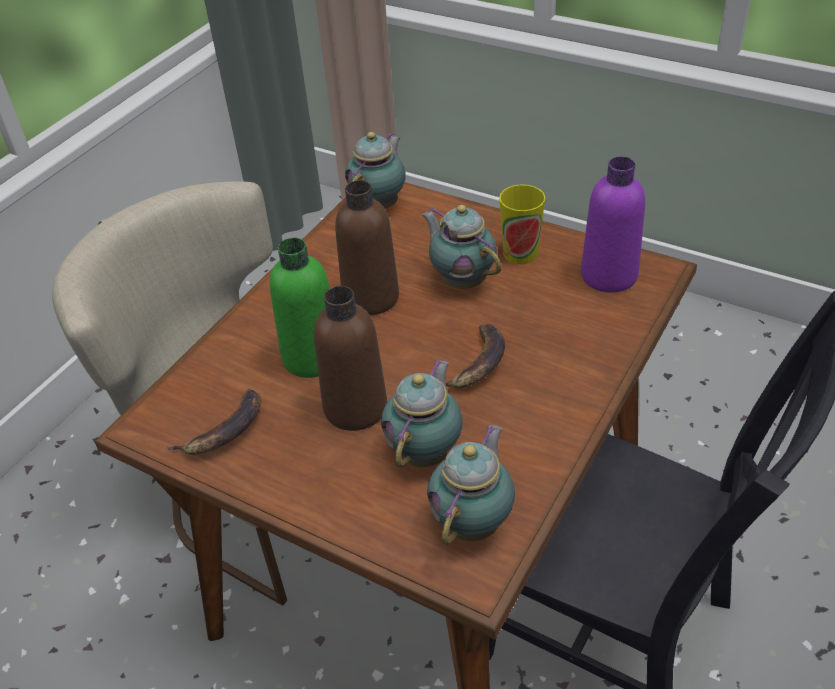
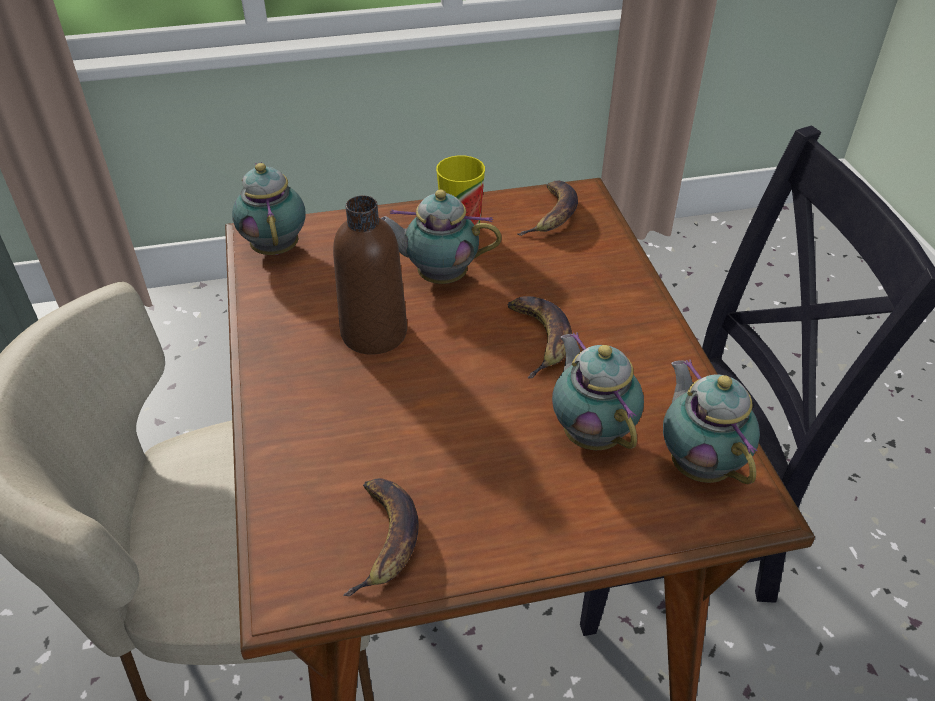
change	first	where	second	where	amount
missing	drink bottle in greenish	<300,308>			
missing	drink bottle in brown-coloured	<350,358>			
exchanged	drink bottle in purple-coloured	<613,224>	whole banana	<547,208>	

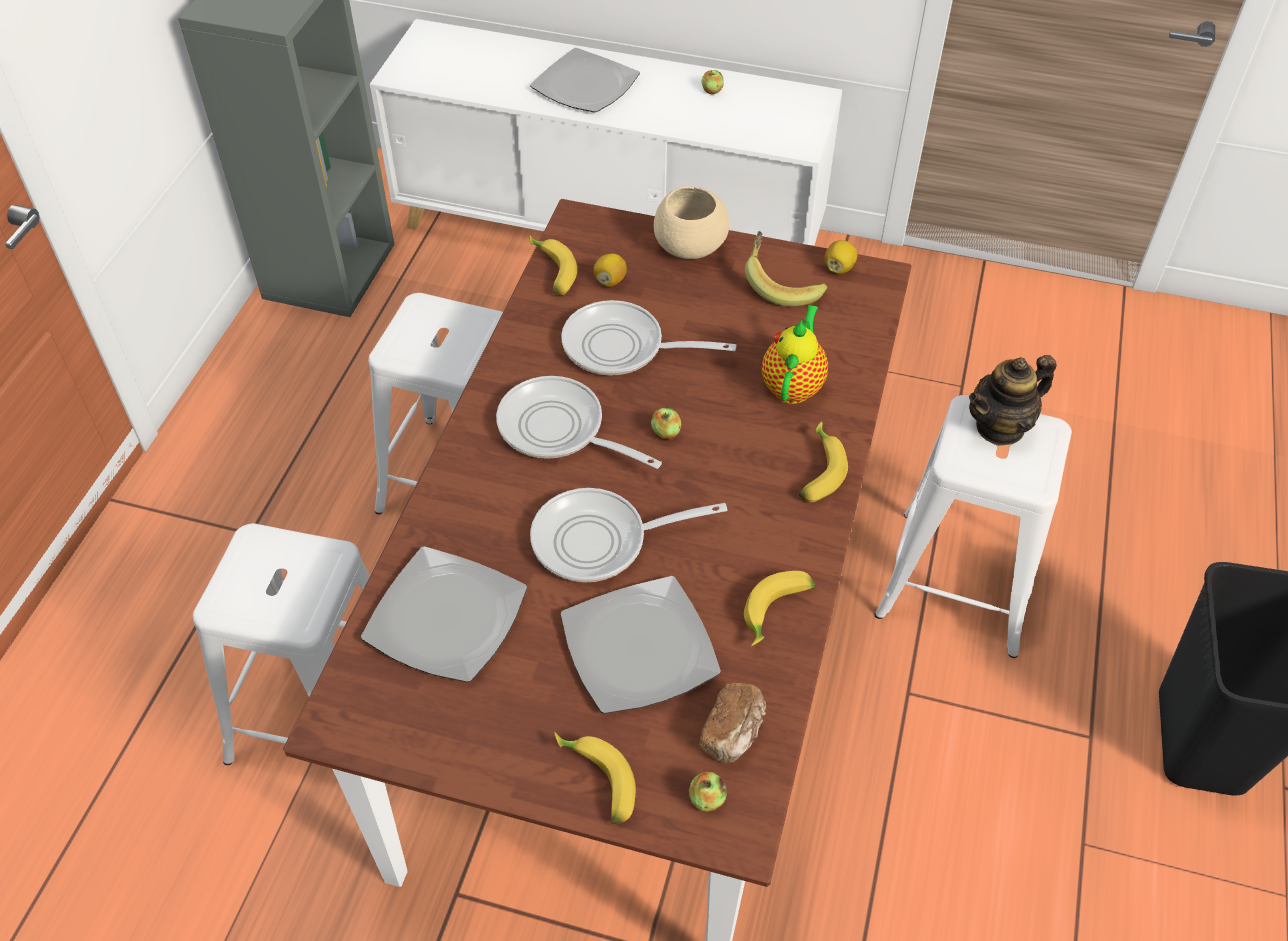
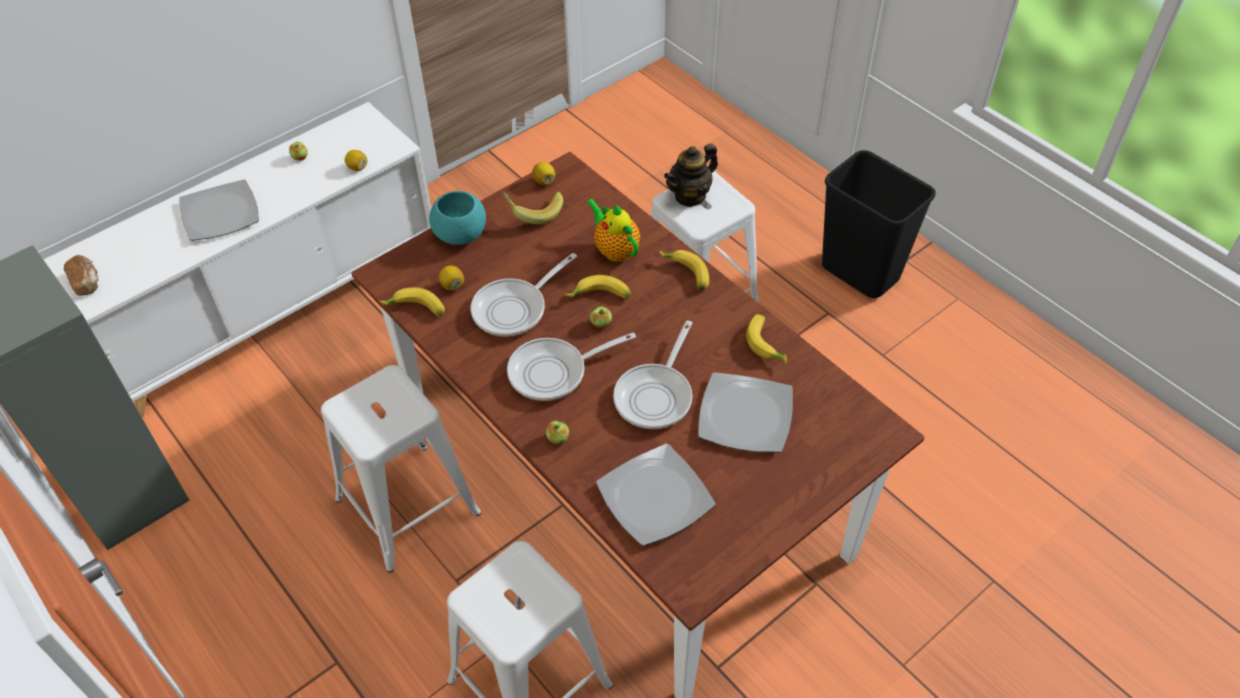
change	first	where	second	where	amount
appeared			whole lemon	<356,160>	
relocated	whole banana	<595,778>		<597,287>	
relocated	apple fruit	<708,792>		<557,432>	
relocated	bread	<732,723>		<80,275>	
colour	deep dish in beige	<691,222>	deep dish in turquoise	<457,218>	
spun	tea pot	<1013,400>		<691,175>	45 degrees clockwise

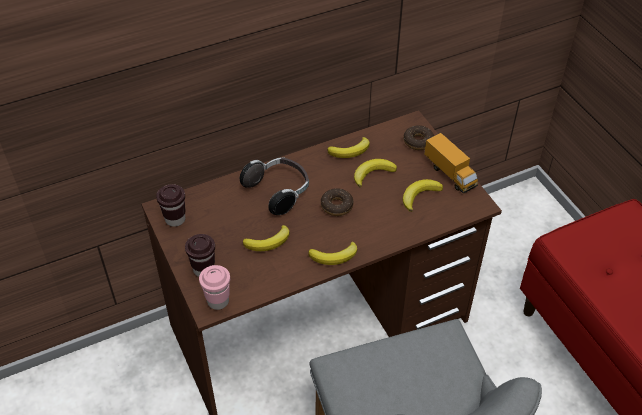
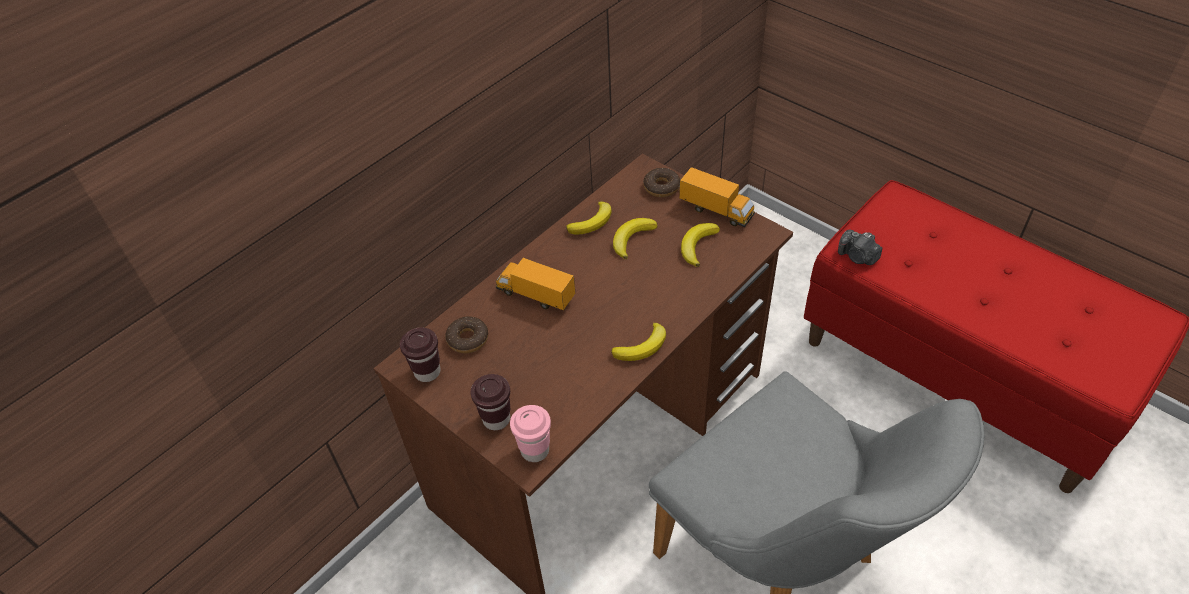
change	first	where	second	where	amount
missing	whole banana	<266,238>			
appeared			photo camera	<860,247>	
relocated	ring doughnut	<337,202>		<466,334>	
exchanged	headphones	<274,186>	toy lorry	<535,284>	

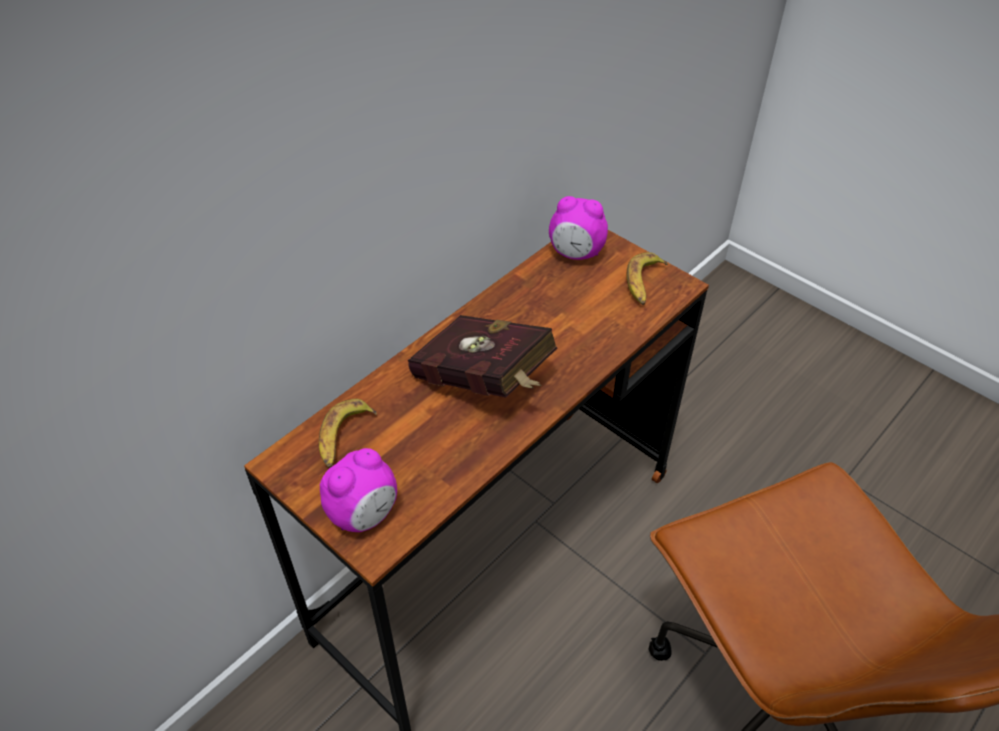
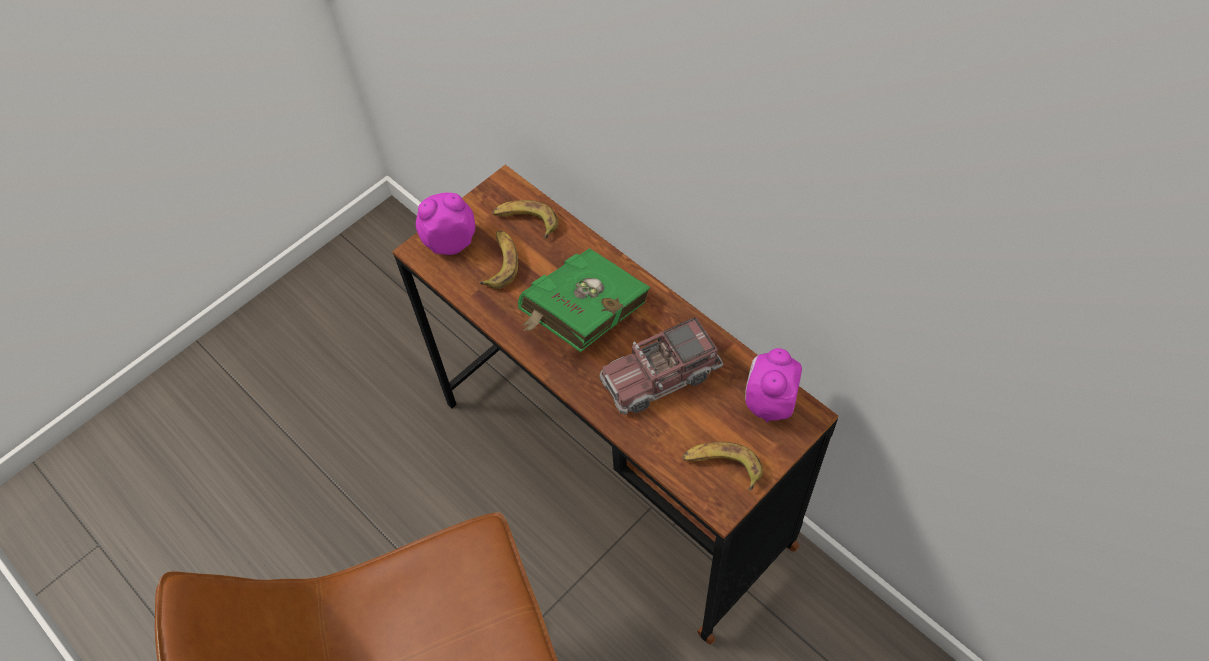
change	first	where	second	where	amount
appeared			whole banana	<498,260>	
appeared			toy lorry	<661,366>	
colour	volume in reddish	<482,356>	volume in greenish	<584,300>	
spun	bedside clock	<358,490>		<445,223>	120 degrees clockwise

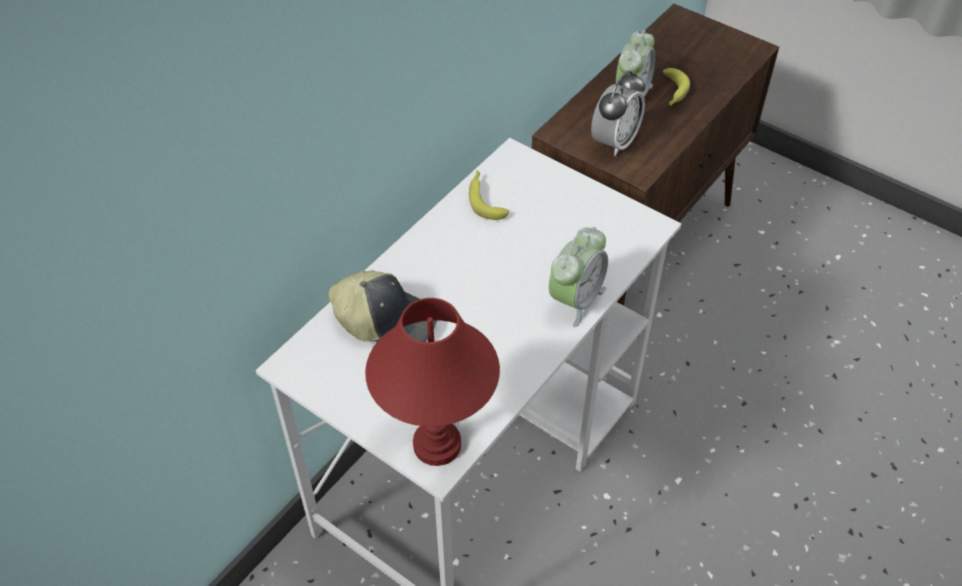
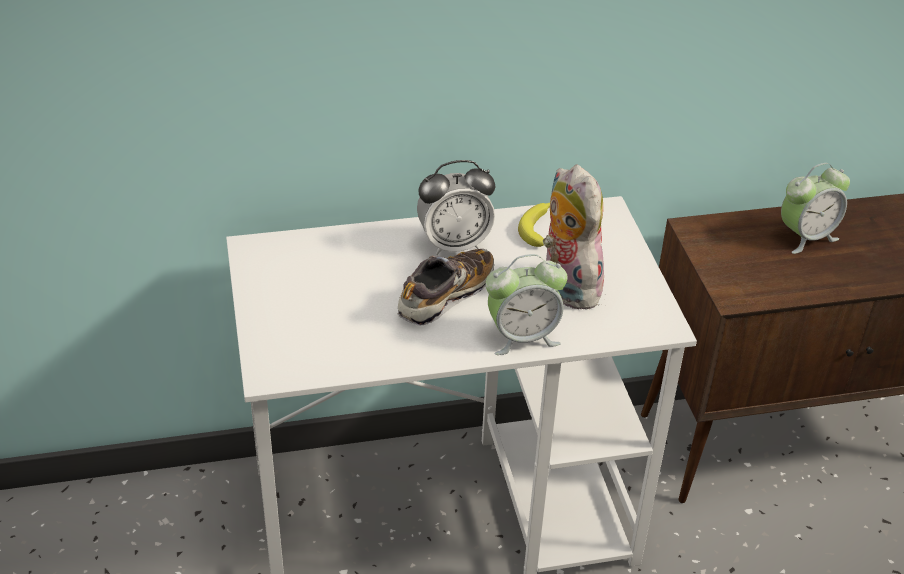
change	first	where	second	where	amount
missing	peaked cap	<382,306>			
missing	lamp for a table in reddish	<432,382>			
missing	whole banana	<676,87>			
appeared			item of footwear	<445,287>	
appeared			cuddly toy	<574,236>	
relocated	bedside clock	<618,113>		<456,207>	

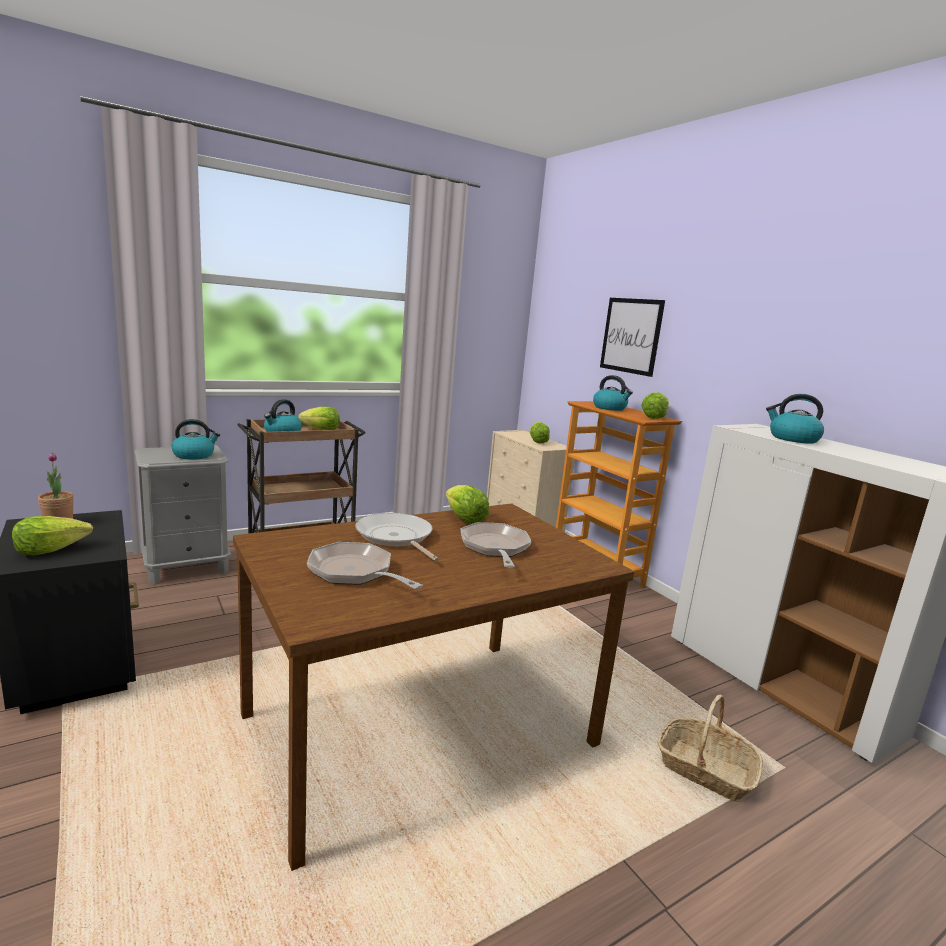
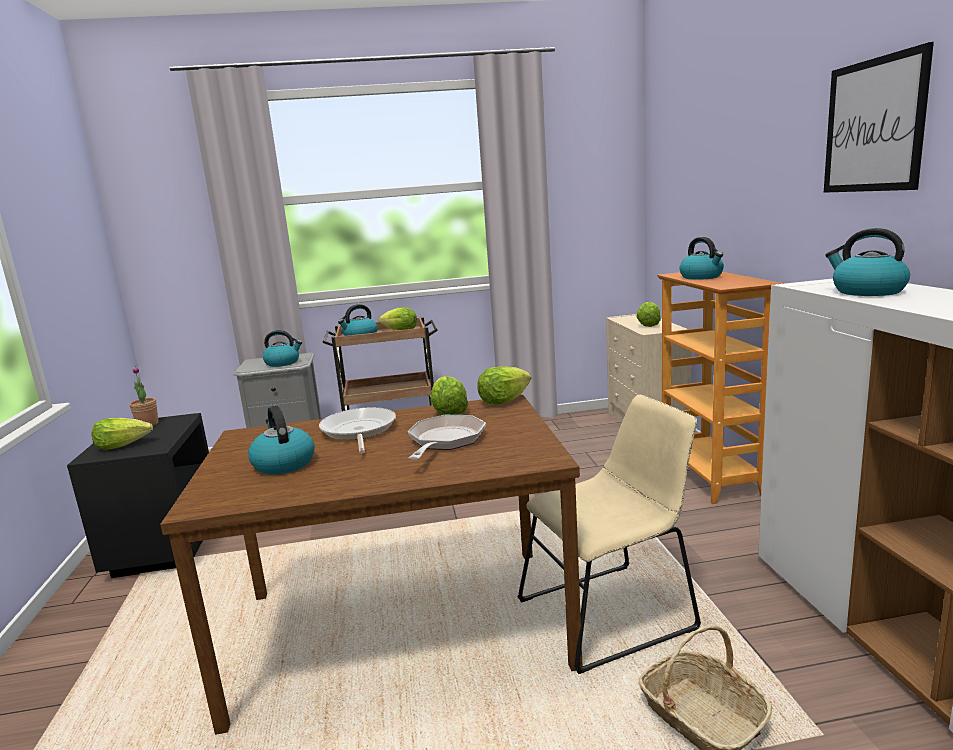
change	first	where	second	where	amount
appeared			upright chair in beige	<609,534>	
relocated	wall art	<632,337>		<879,117>	
relocated	head of lettuce	<655,406>		<504,385>	
exchanged	skillet	<365,565>	tea kettle	<281,440>	

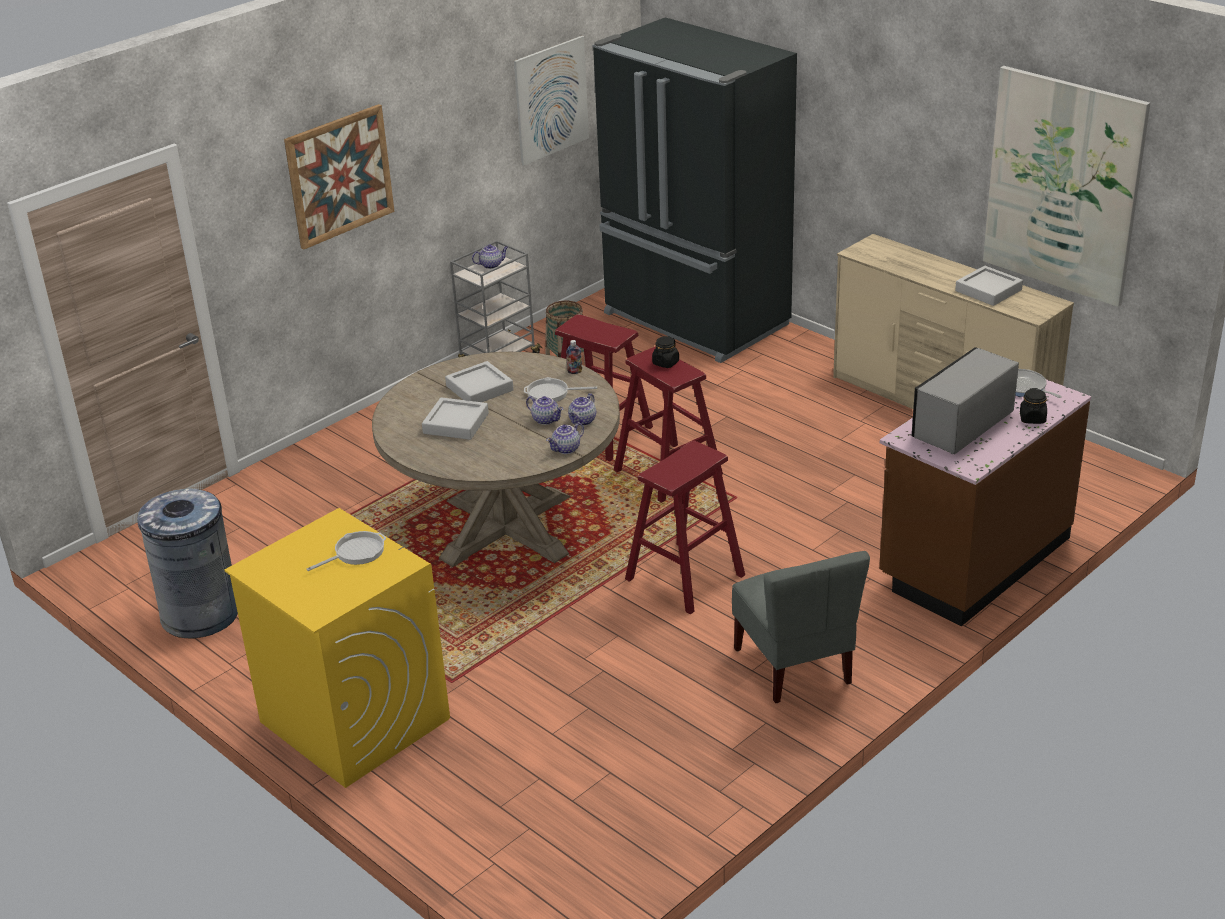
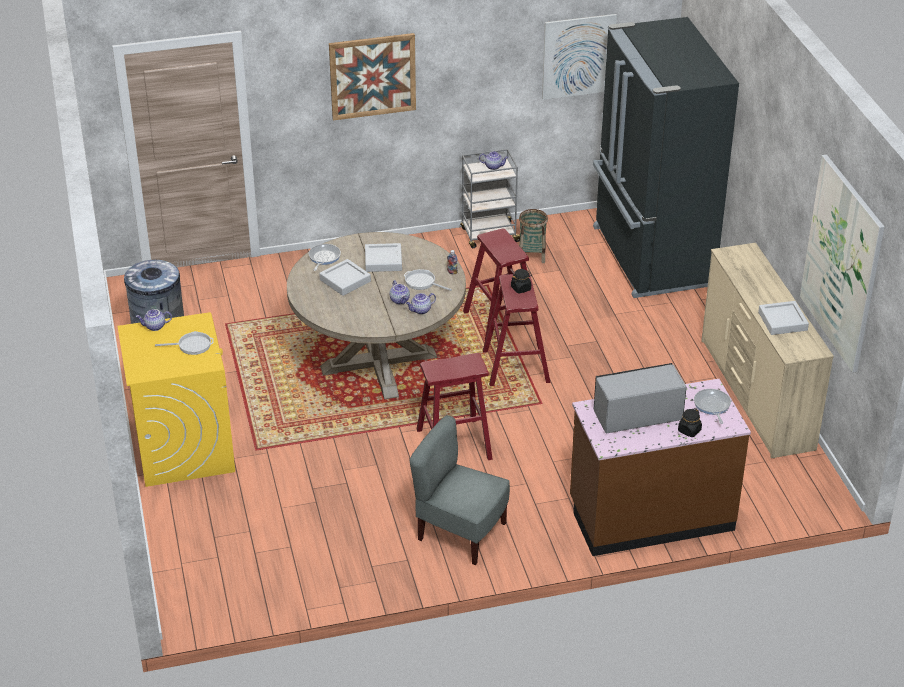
change	first	where	second	where	amount
appeared			skillet	<325,257>	
relocated	tea pot	<565,438>		<154,320>	
spun	upright chair in grey	<801,627>		<459,490>	105 degrees clockwise

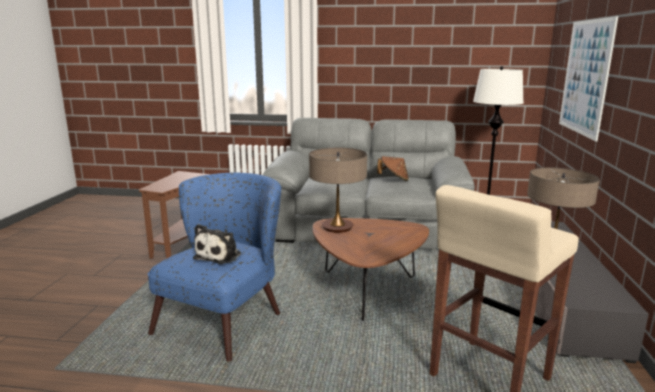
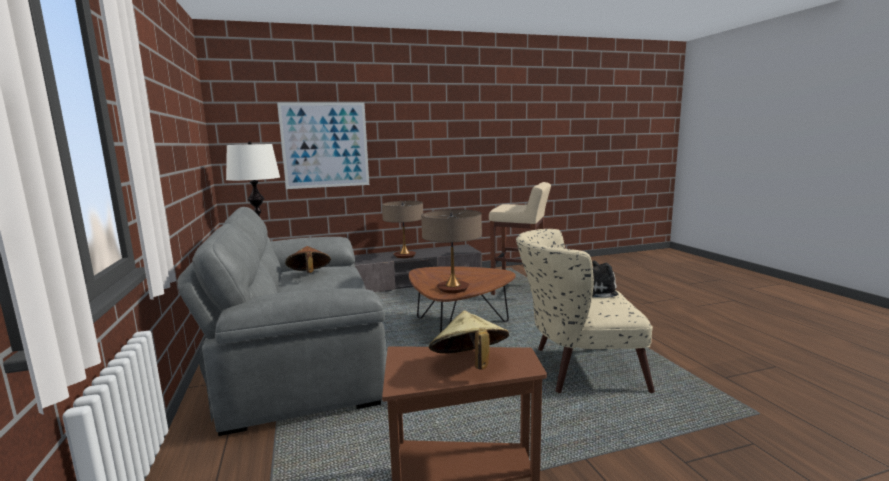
change	first	where	second	where	amount
appeared			wearable hat in beige	<469,340>	
colour	easy chair in blue	<214,267>	easy chair in beige	<585,311>	

